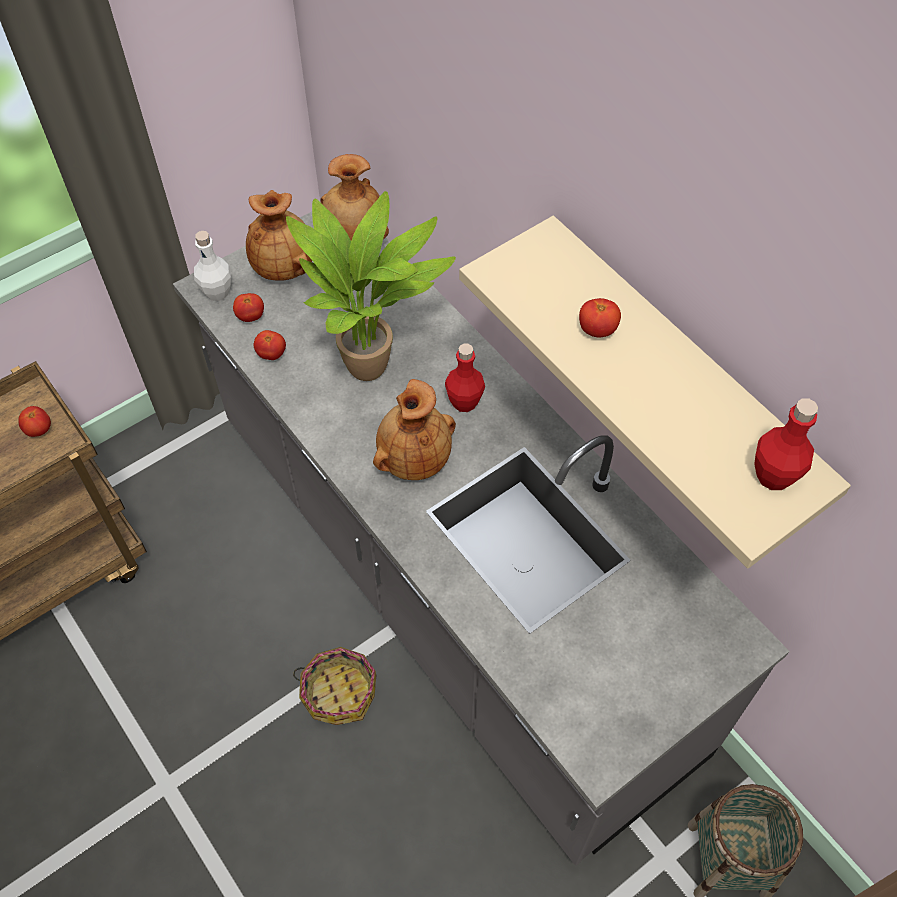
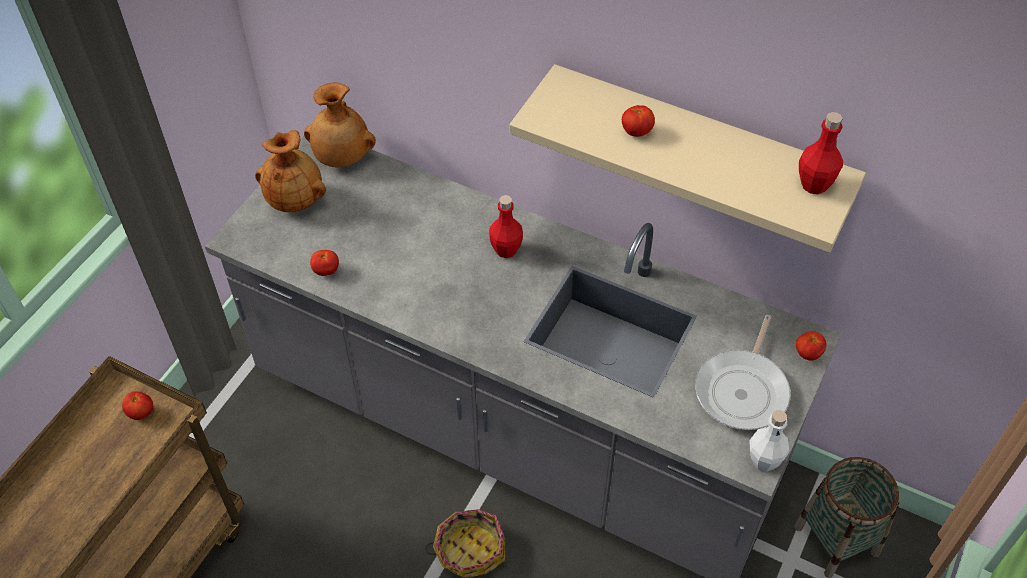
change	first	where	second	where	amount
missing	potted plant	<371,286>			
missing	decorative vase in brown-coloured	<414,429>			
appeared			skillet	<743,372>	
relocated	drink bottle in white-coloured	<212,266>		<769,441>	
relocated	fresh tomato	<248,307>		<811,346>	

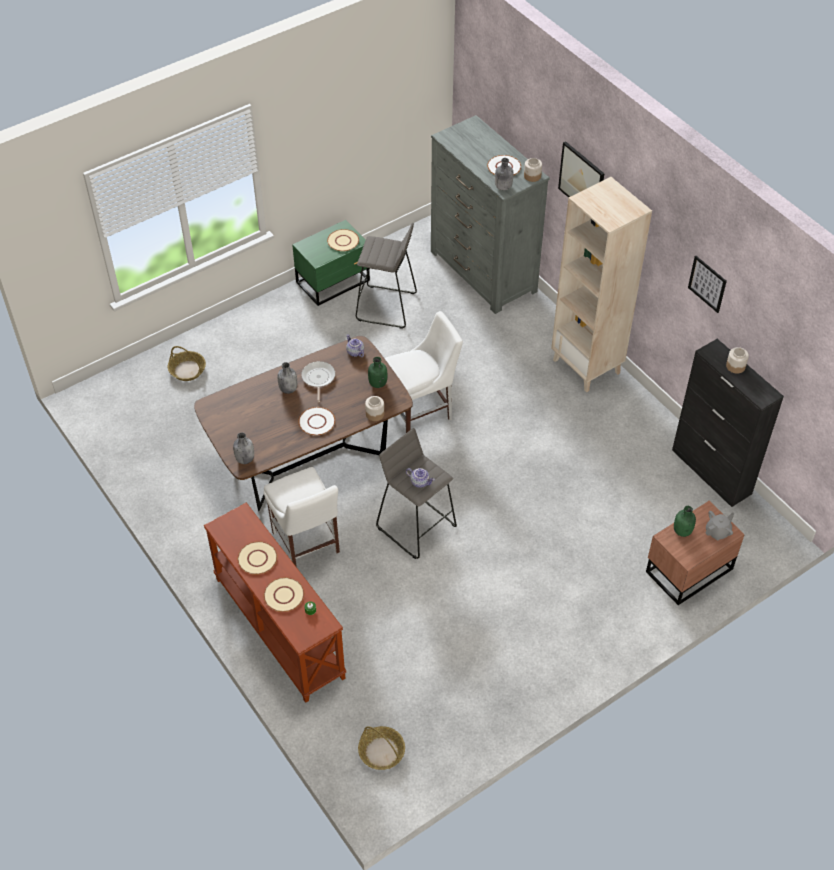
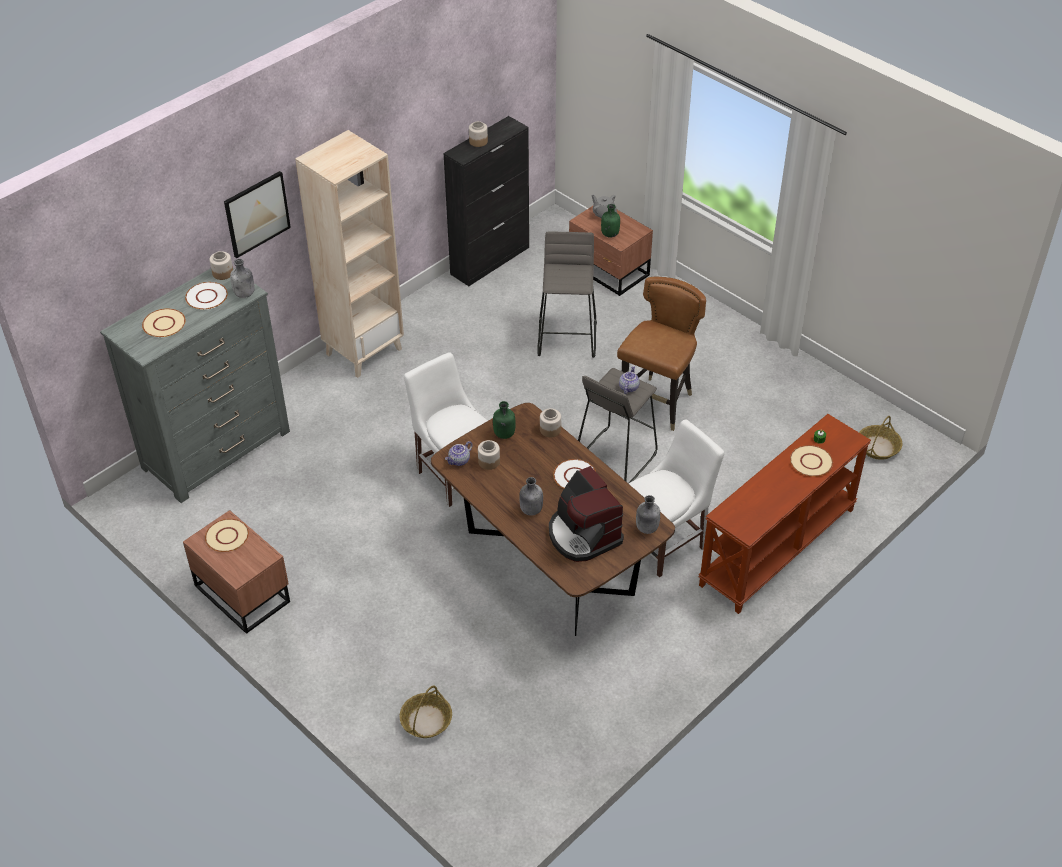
change	first	where	second	where	amount
missing	skillet	<318,382>			
missing	wall art	<707,284>			
appeared			preserve jar	<489,455>	
appeared			coffee maker	<586,514>	
appeared			upright chair in brown-coloured	<661,354>	
relocated	flat dish in beige	<257,558>		<164,323>	
relocated	stool seat in grey	<386,276>		<567,295>	
colour	night table in greenish	<331,263>	night table in brown-coloured	<236,572>	

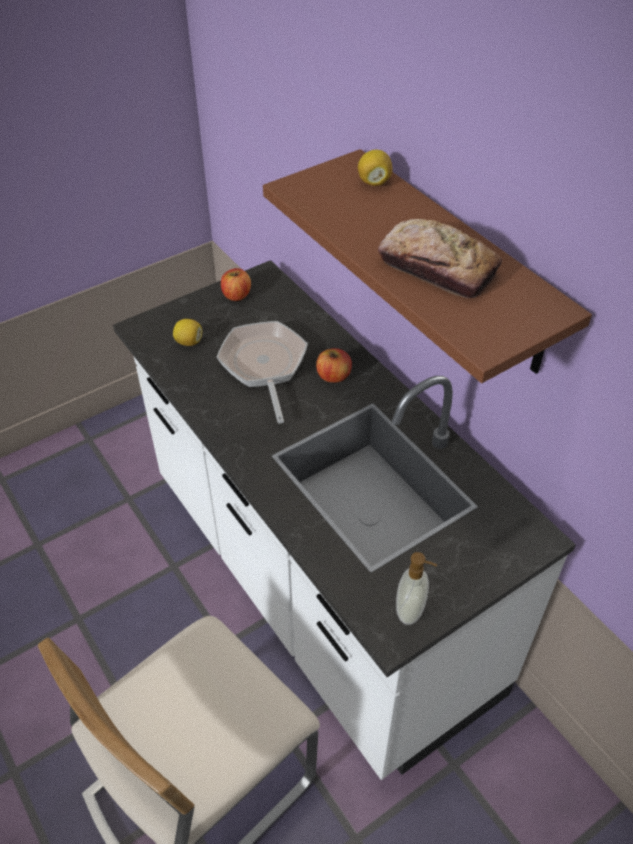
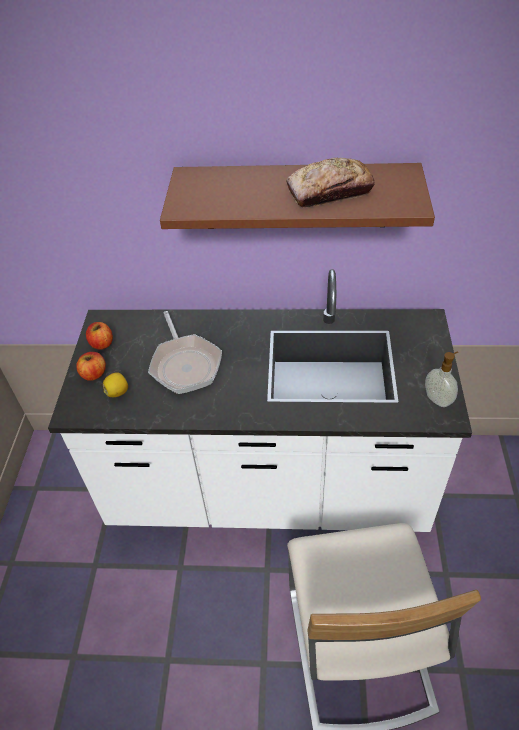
change	first	where	second	where	amount
missing	whole lemon	<375,168>			
relocated	apple fruit	<334,365>		<91,366>	
spun	skillet	<262,372>		<185,352>	135 degrees counterclockwise

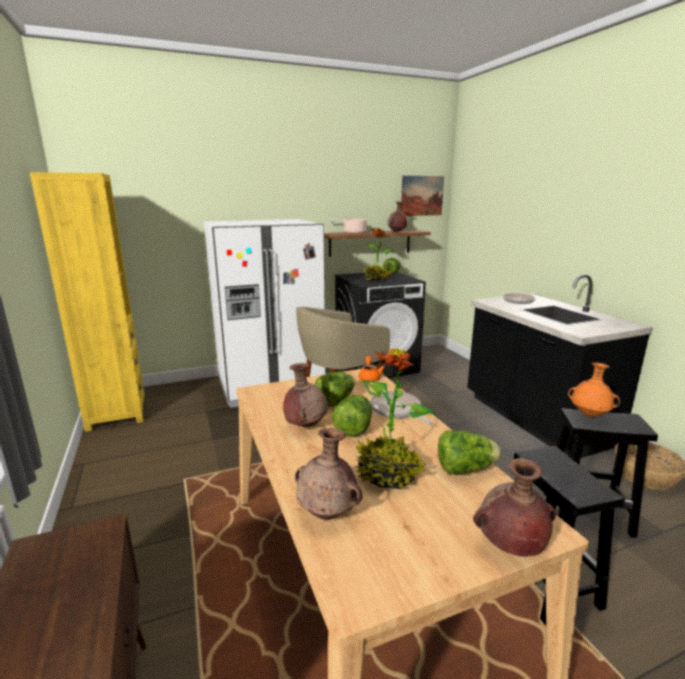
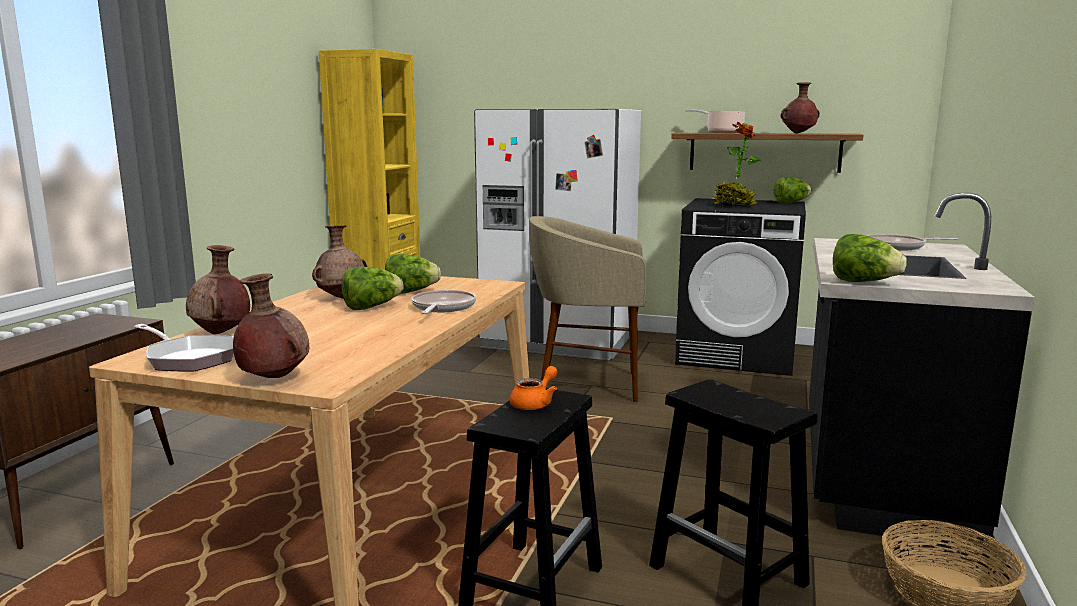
change	first	where	second	where	amount
missing	potted plant	<395,418>			
missing	wall art	<422,196>			
missing	decorative vase in orange-coloured	<594,390>			
appeared			skillet	<184,348>	
relocated	tea pot in orange-coloured	<372,369>		<534,388>	
relocated	head of lettuce	<469,452>		<870,258>	

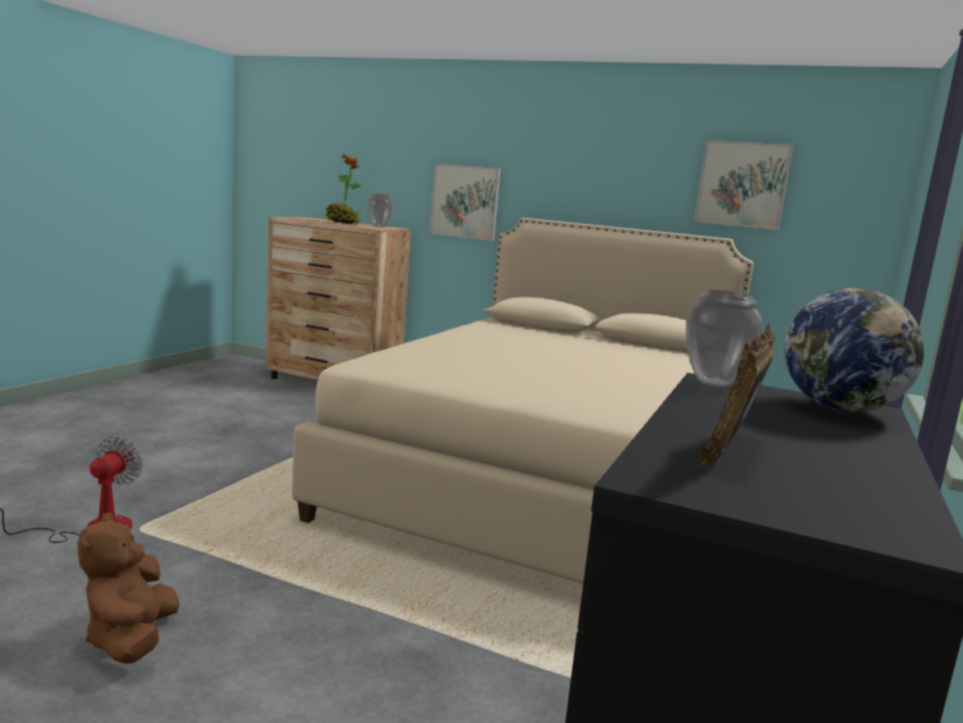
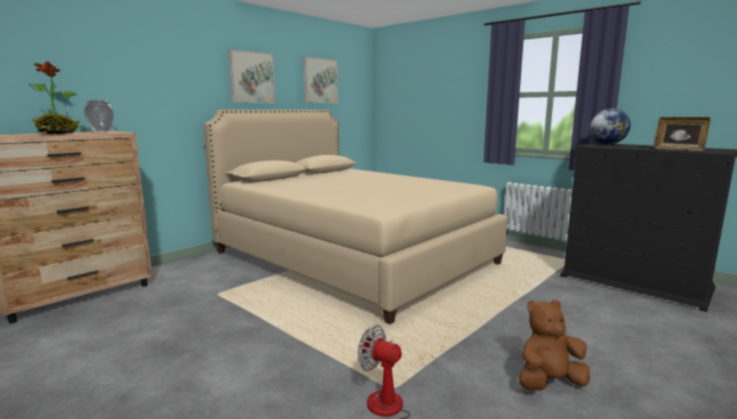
change	first	where	second	where	amount
missing	decorative vase	<724,338>			
relocated	wall art	<465,202>		<251,76>	
spun	cuddly toy in brown-coloured	<128,588>		<554,345>	150 degrees clockwise

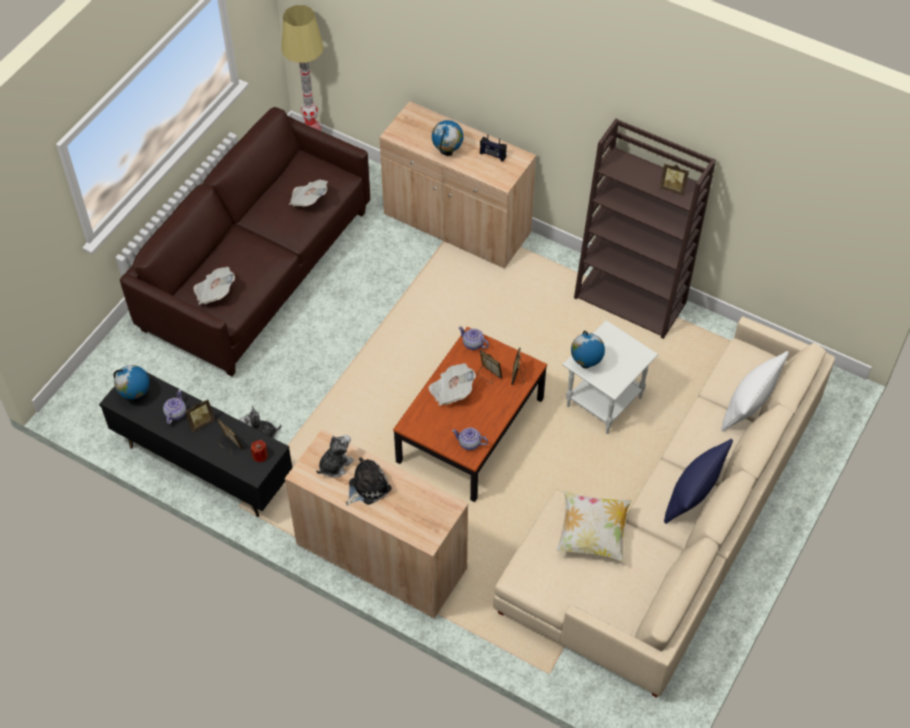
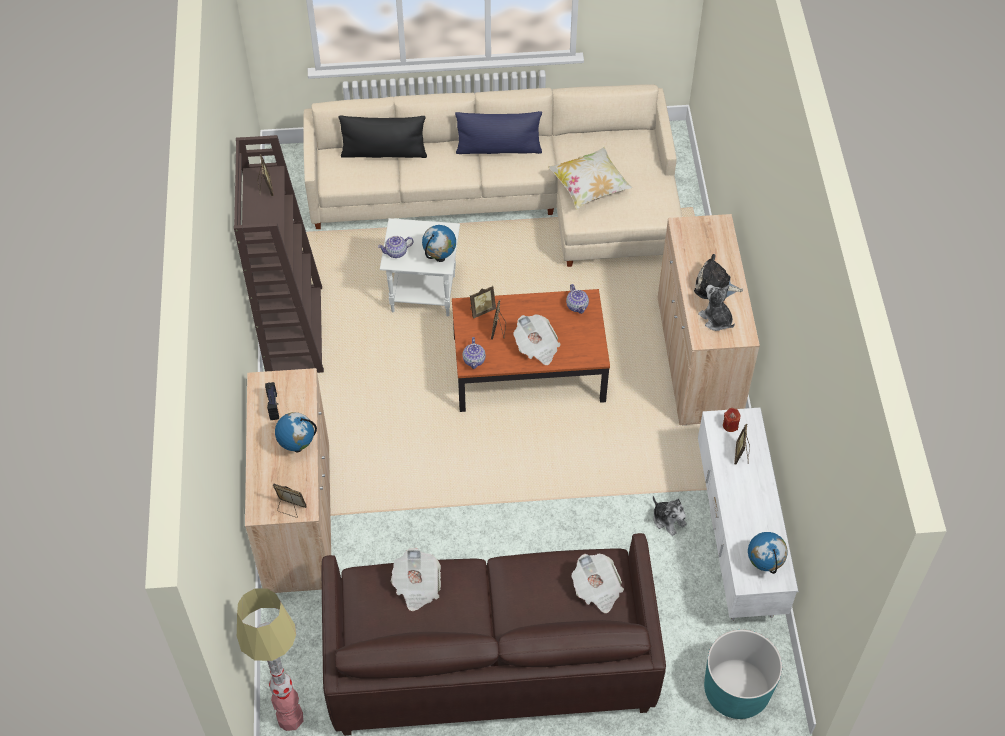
change	first	where	second	where	amount
appeared			planter in turquoise	<743,674>	
relocated	tea pot	<174,407>		<396,247>	
relocated	standing frame	<200,416>		<290,500>	
colour	tv unit in blackish	<195,444>	tv unit in white-coloured	<748,514>	
colour	cushion in white-coloured	<755,391>	cushion in blackish	<382,137>	
spun	cuddly toy	<335,456>		<716,308>	45 degrees clockwise

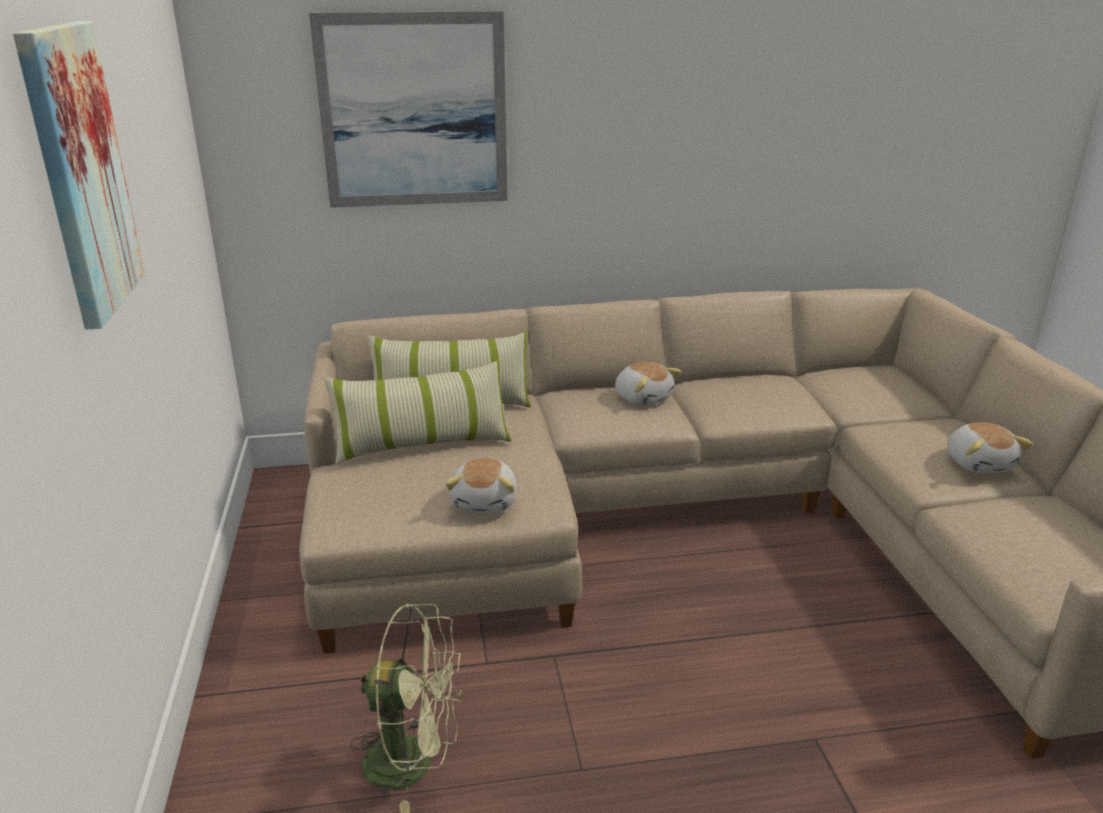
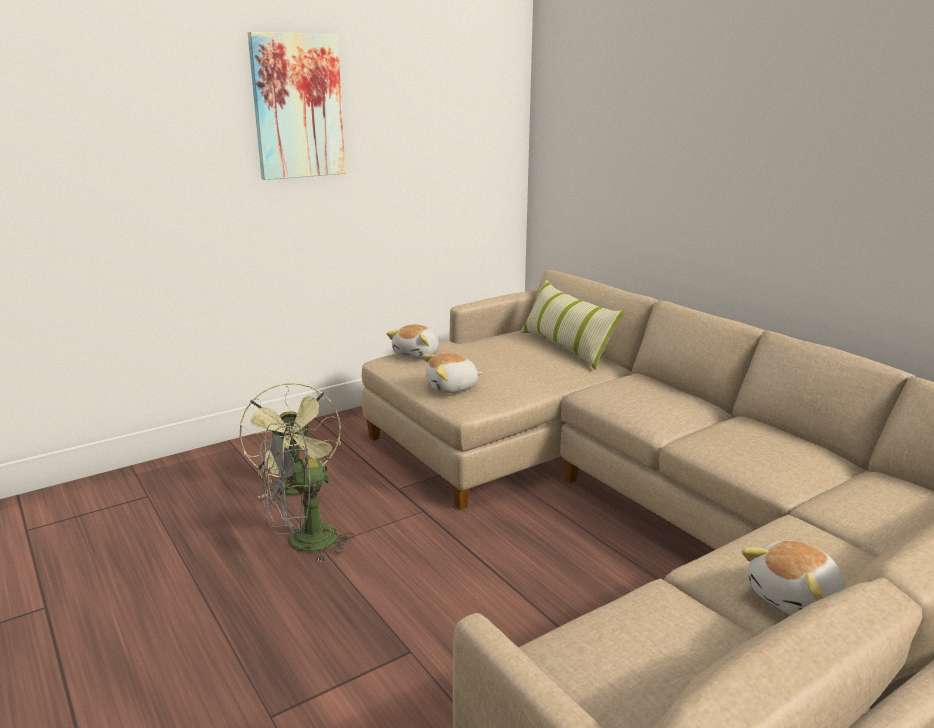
change	first	where	second	where	amount
missing	wall art	<408,109>			
missing	cushion	<417,412>			
appeared			cooling fan in grey	<307,492>	
relocated	cuddly toy	<648,384>		<413,341>	

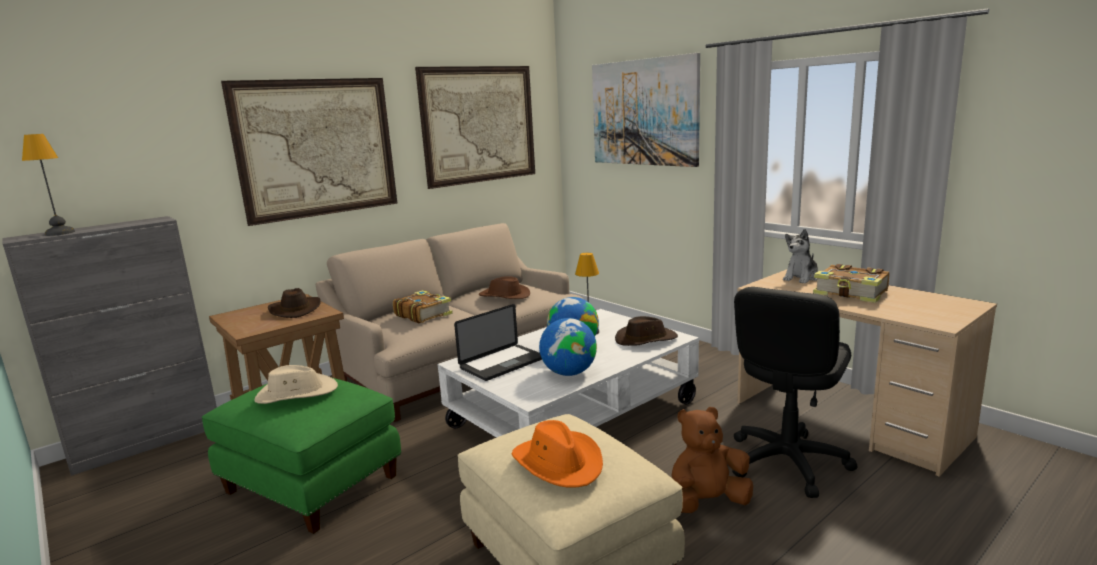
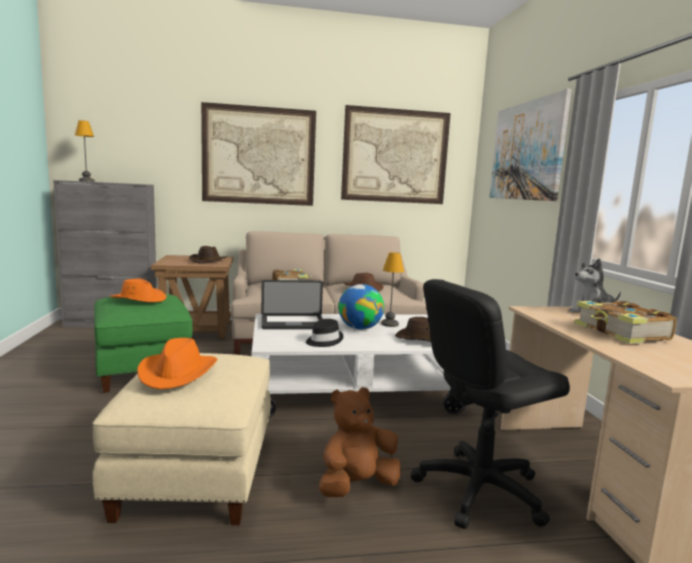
change	first	where	second	where	amount
exchanged	world globe	<568,347>	wearable hat in blackish	<324,333>	
colour	wearable hat in beige	<296,384>	wearable hat in orange-coloured	<138,290>	
spun	cuddly toy in brown-coloured	<712,460>		<360,442>	45 degrees counterclockwise

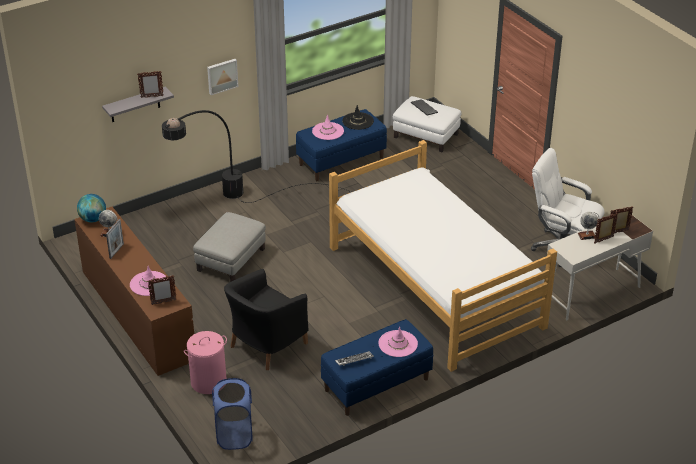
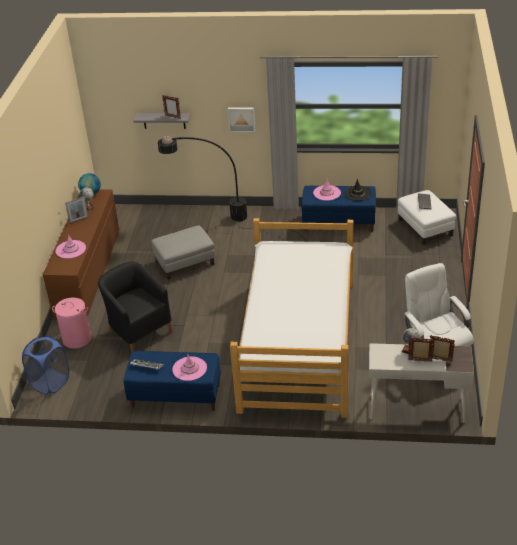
change	first	where	second	where	amount
missing	standing frame	<161,290>			
spun	easy chair in blackish	<266,319>		<135,307>	60 degrees clockwise

